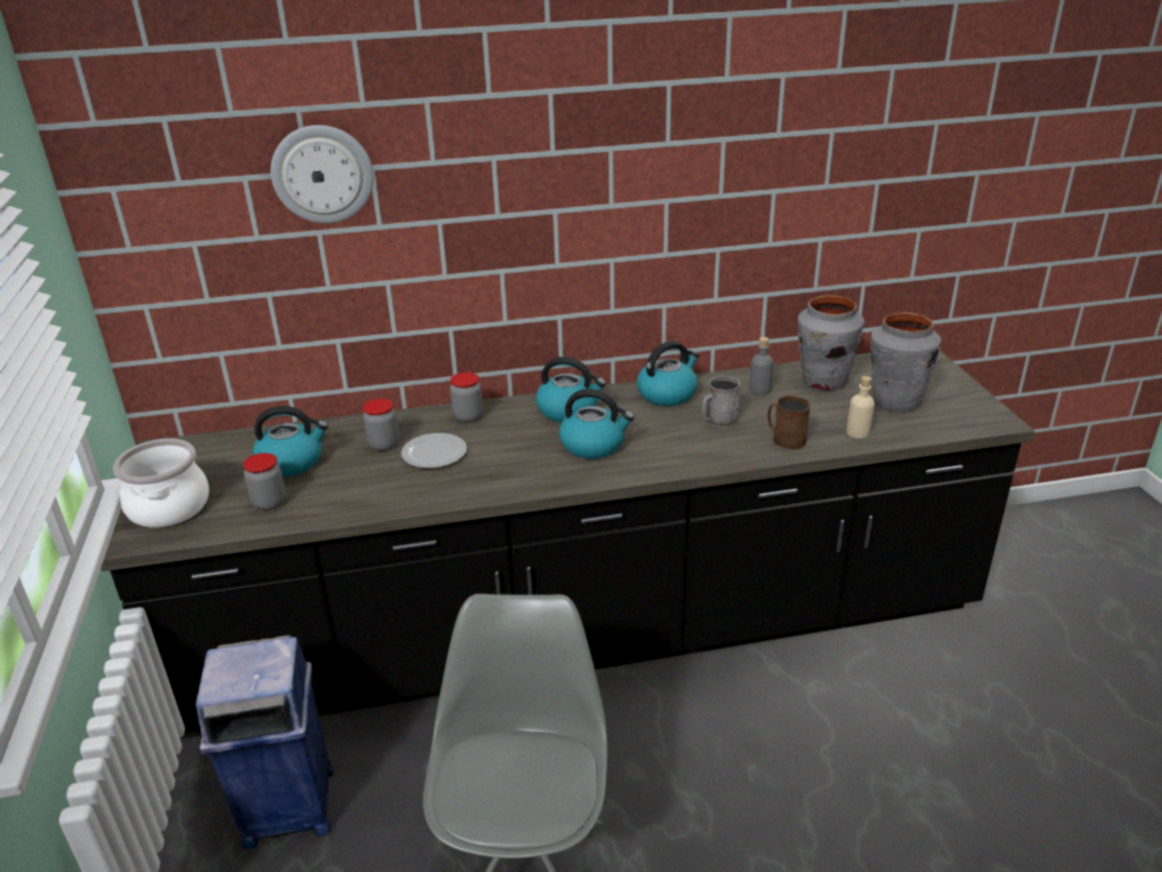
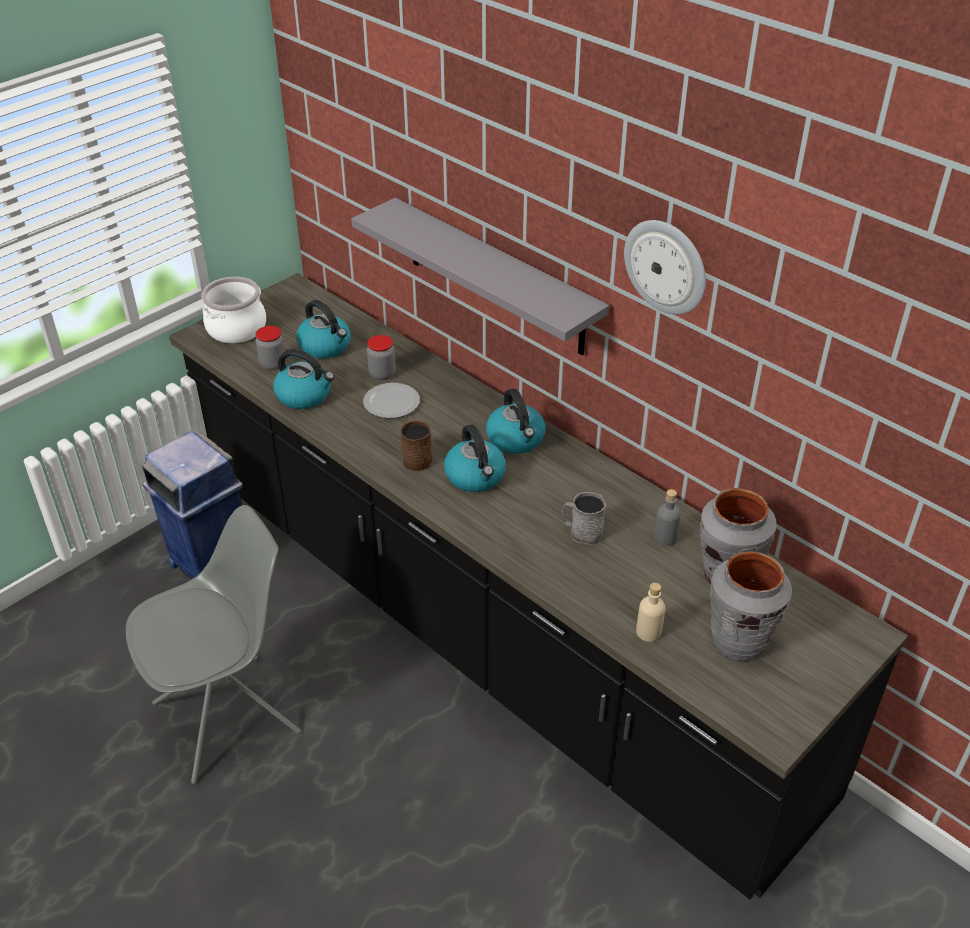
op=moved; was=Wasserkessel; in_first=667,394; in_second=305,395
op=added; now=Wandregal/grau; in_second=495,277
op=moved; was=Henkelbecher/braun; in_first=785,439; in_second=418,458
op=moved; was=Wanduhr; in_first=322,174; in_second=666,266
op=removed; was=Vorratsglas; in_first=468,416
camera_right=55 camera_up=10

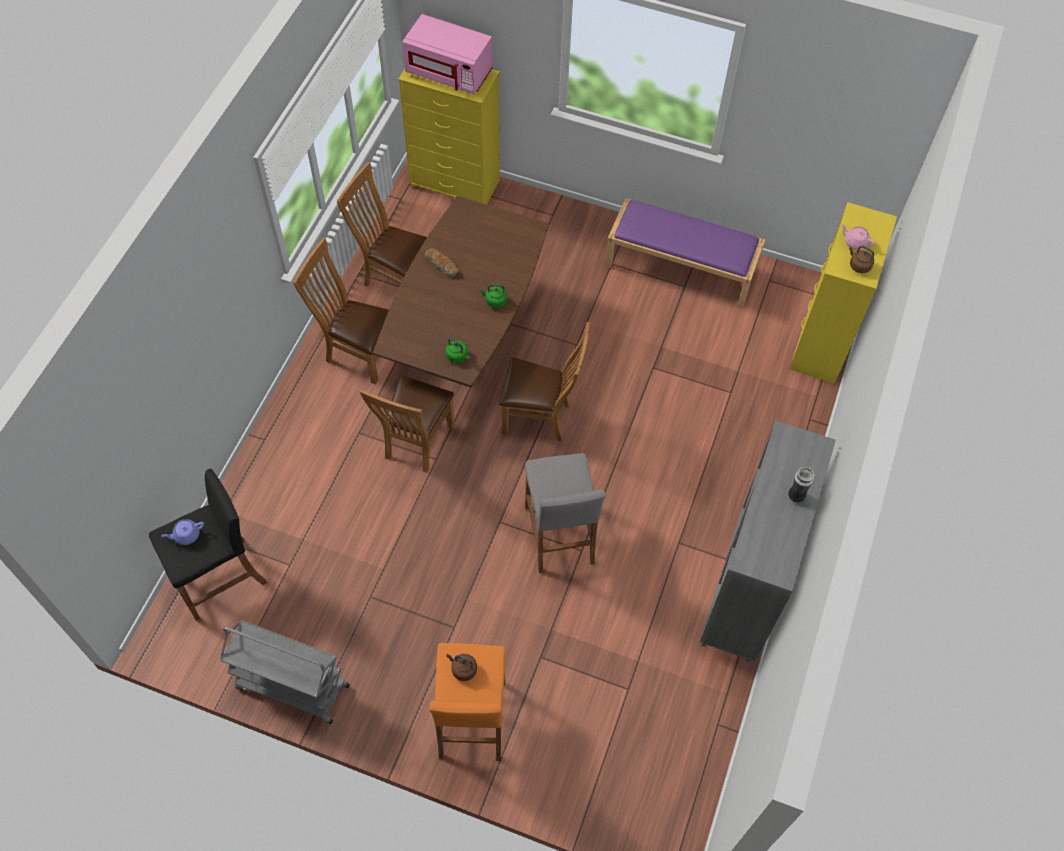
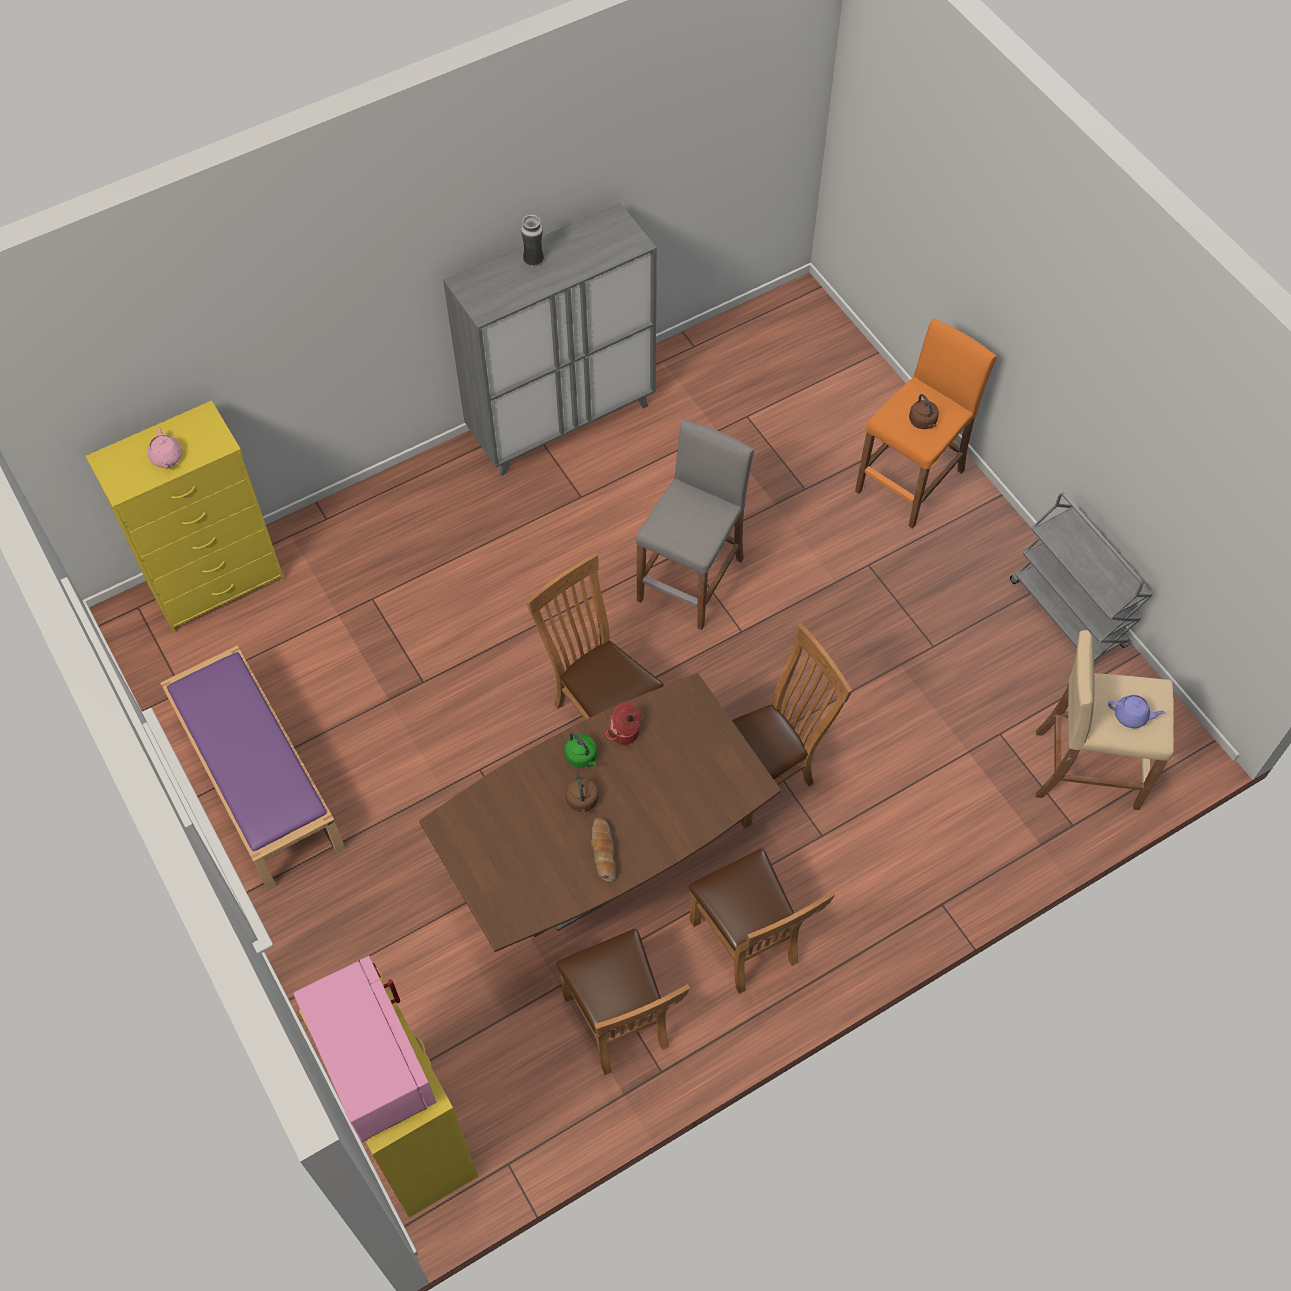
op=moved; was=Wasserkessel/braun; in_first=858,265; in_second=582,801
op=added; now=Kochtopf; in_second=625,732
op=recoloured; was=Hocker/schwarz; now=Hocker/beige; in_first=220,578; in_second=1086,769
op=removed; was=Wasserkessel/grün; in_first=458,356
camera_right=-140 camera_up=0

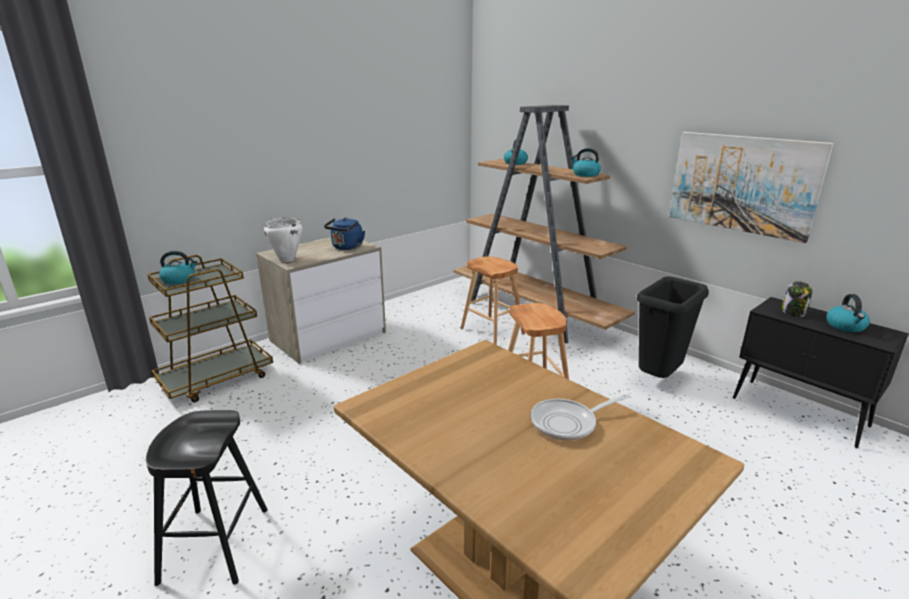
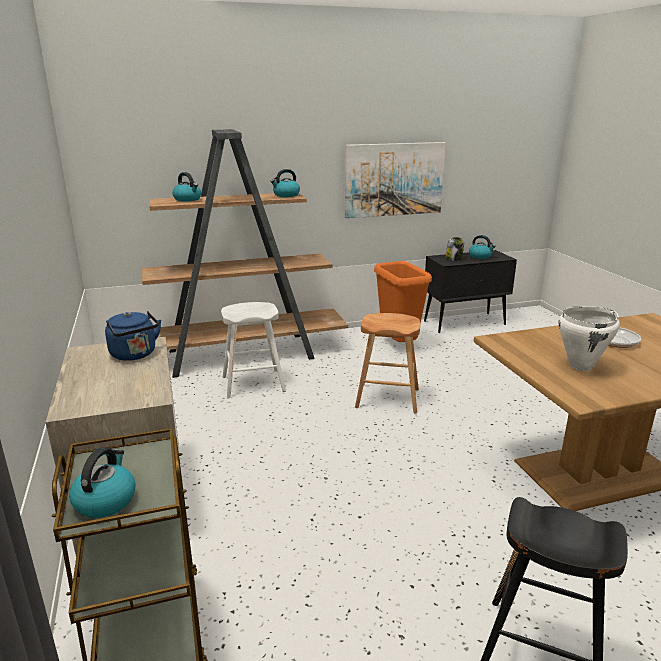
op=recoloured; was=Hocker/braun; now=Hocker/weiß; in_first=492,331; in_second=253,384
op=recoloured; was=Mülleimer/schwarz; now=Mülleimer/orange; in_first=659,379; in_second=399,345
op=moved; was=Kochtopf/weiß; in_first=287,259; in_second=581,366
camera_right=-65 camera_up=0

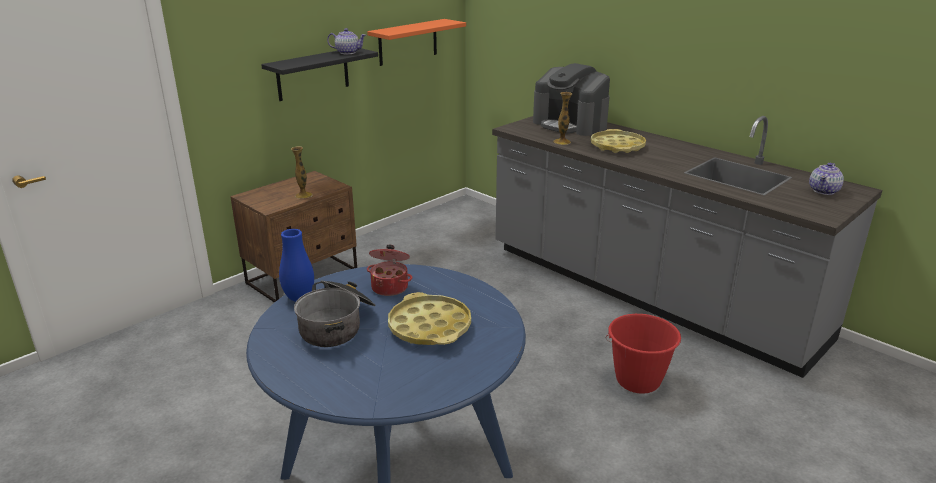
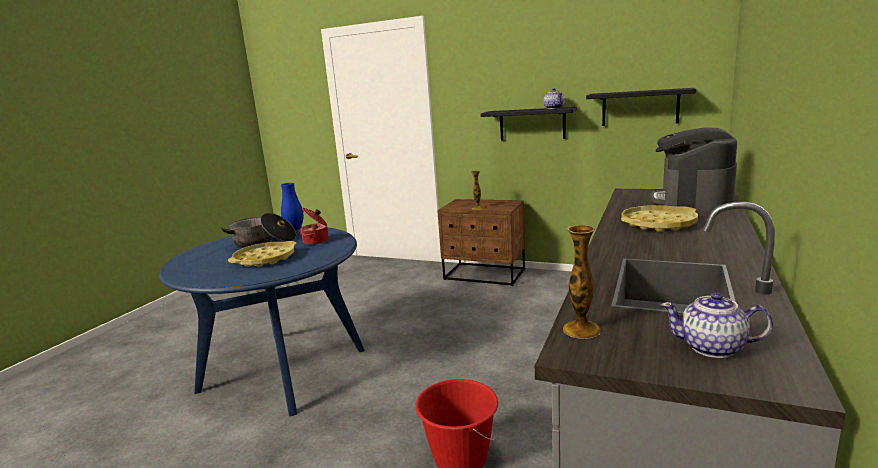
op=moved; was=Vase; in_first=562,142; in_second=581,329
op=recoloured; was=Wandregal/orange; now=Wandregal/schwarz; in_first=408,42; in_second=640,107
camera_right=70 camera_up=-10

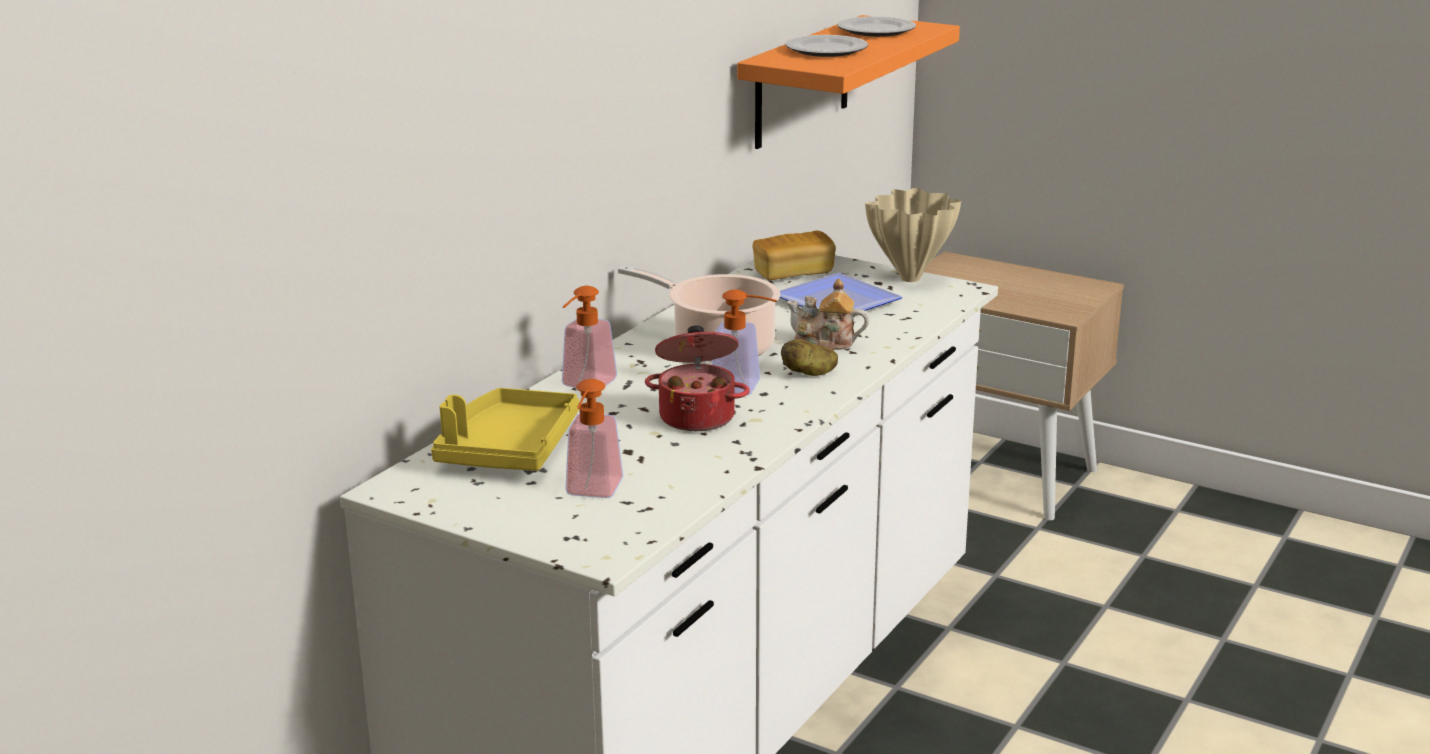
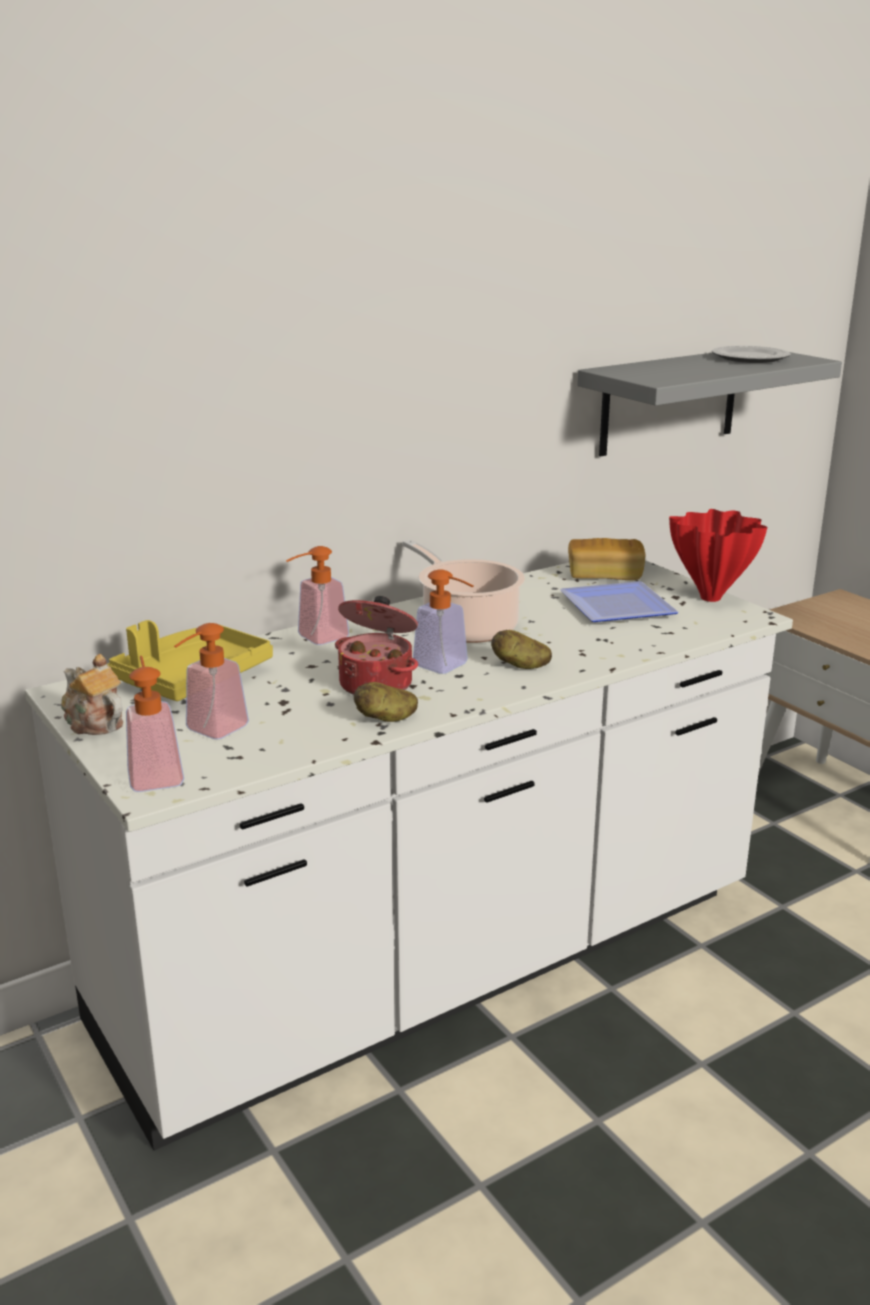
op=moved; was=Teekanne; in_first=825,342; in_second=93,723
op=added; now=Seifenspender; in_second=155,773
op=added; now=Kartoffel; in_second=386,718
op=recoloured; was=Wandregal/orange; now=Wandregal/grau; in_first=802,82; in_second=669,401
op=recoloured; was=Vase/beige; now=Vase/rot; in_first=912,278; in_second=712,598
op=removed; was=Teller; in_first=827,50
camera_right=25 camera_up=0

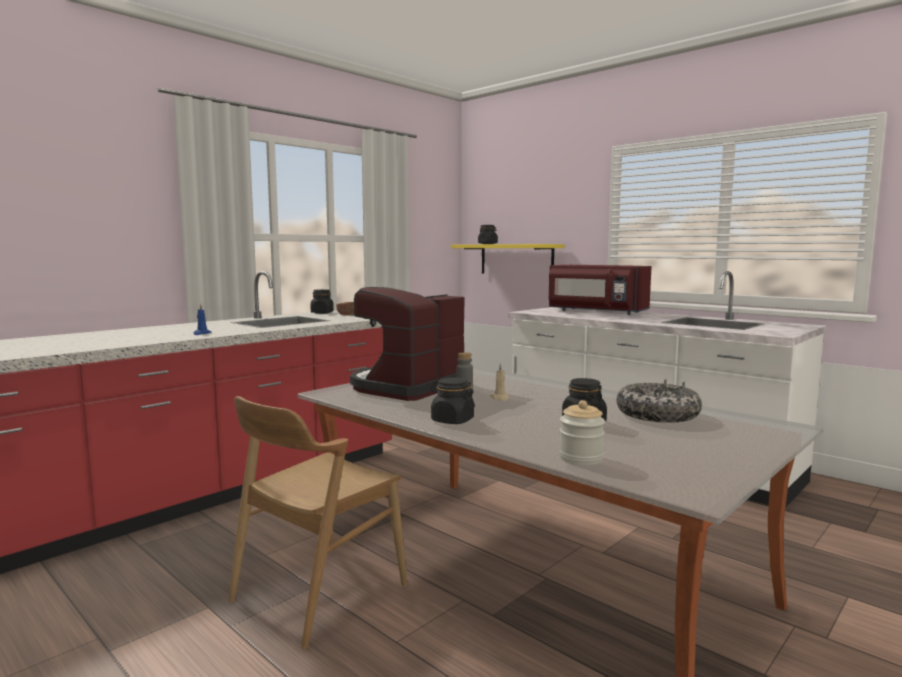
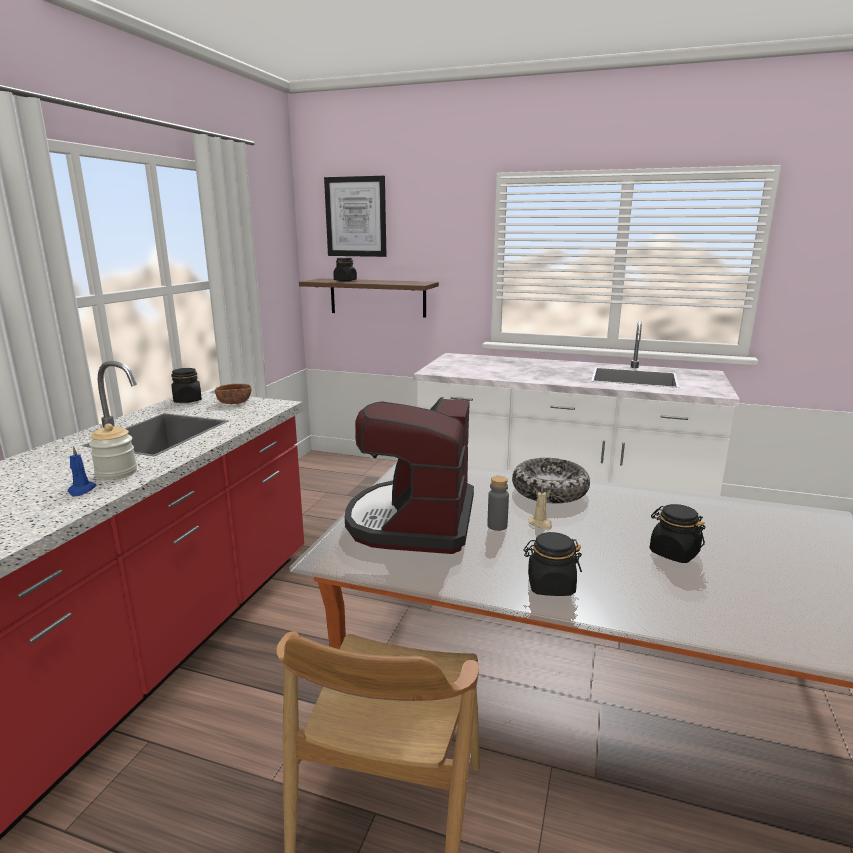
op=moved; was=Vorratsglas; in_first=581,458; in_second=116,473
op=recoloured; was=Wandregal/gelb; now=Wandregal/braun; in_first=516,259; in_second=377,297
op=added; now=Bild; in_second=356,217
op=moved; was=Schüssel; in_first=657,415; in_second=549,491
op=removed; was=Mikrowelle/rot; in_first=595,312
camera_right=-25 camera_up=10

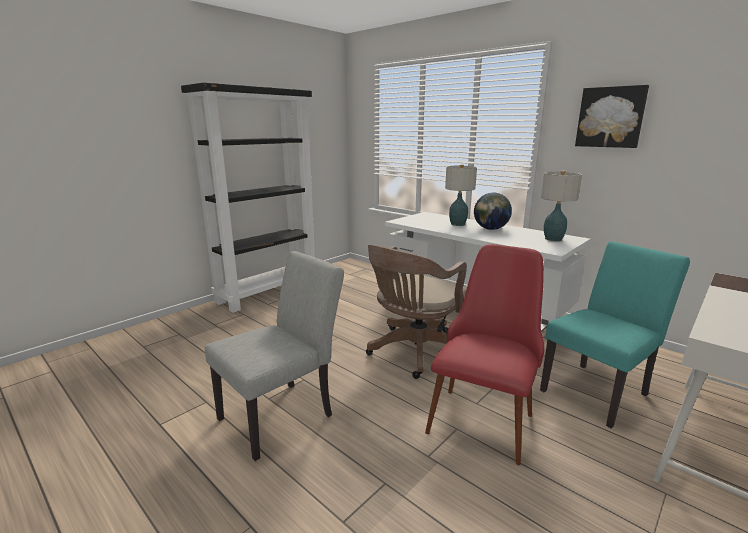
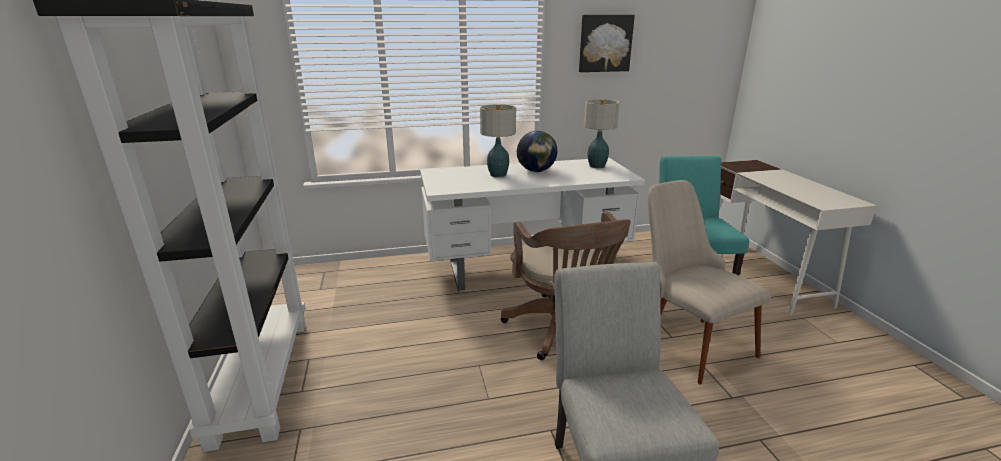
op=recoloured; was=Stuhl/rot; now=Stuhl/beige; in_first=484,412; in_second=686,339
camera_right=-55 camera_up=5

